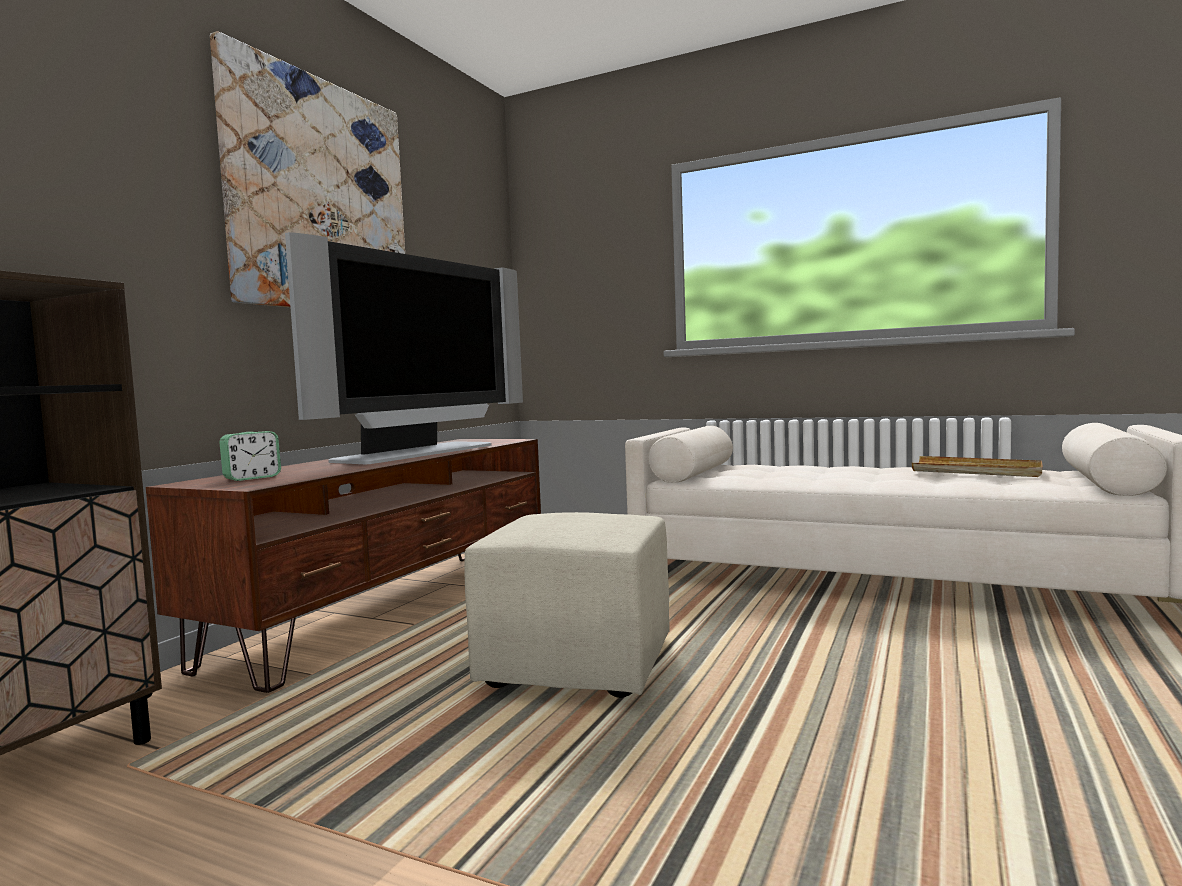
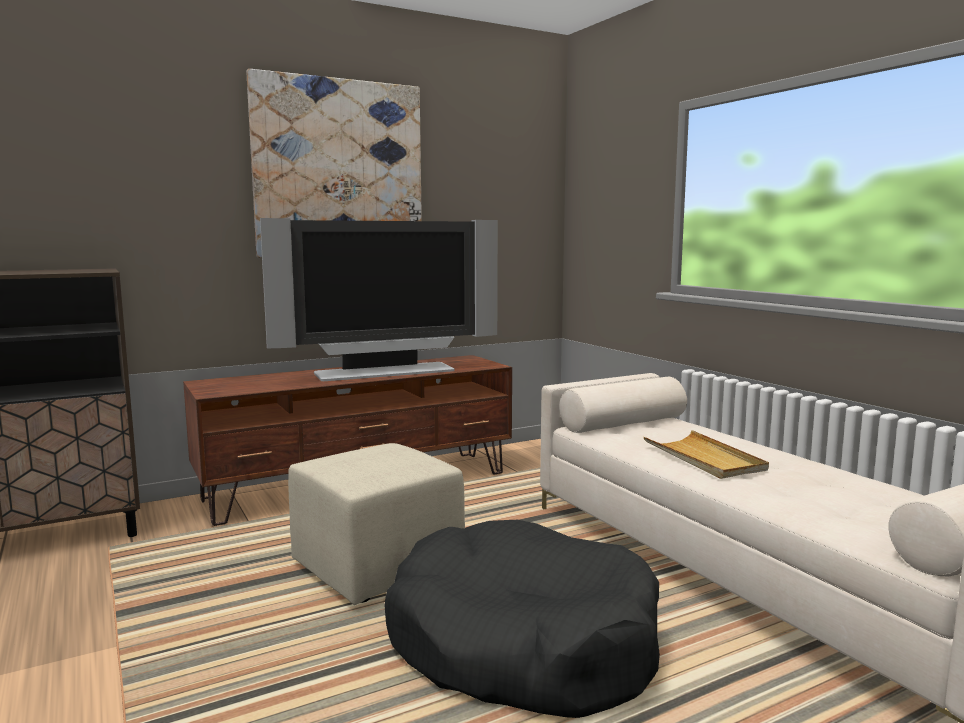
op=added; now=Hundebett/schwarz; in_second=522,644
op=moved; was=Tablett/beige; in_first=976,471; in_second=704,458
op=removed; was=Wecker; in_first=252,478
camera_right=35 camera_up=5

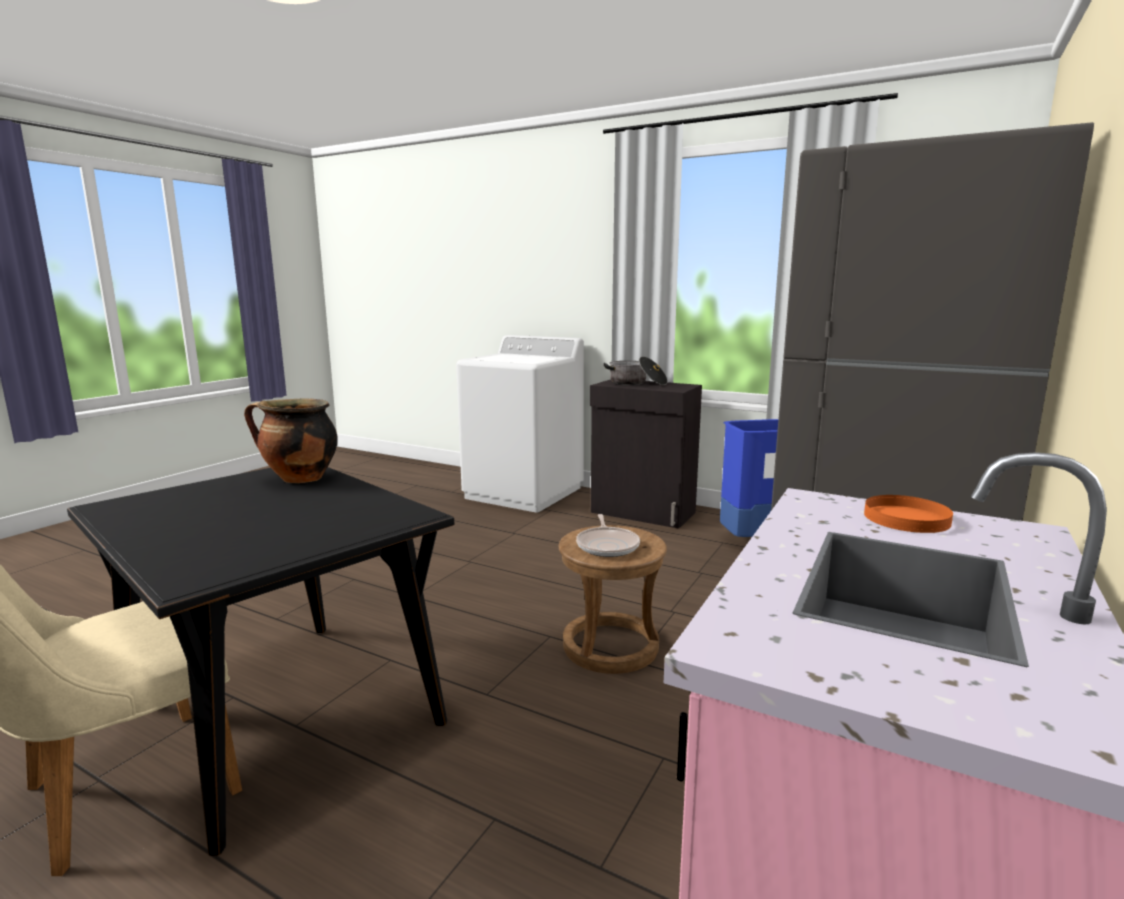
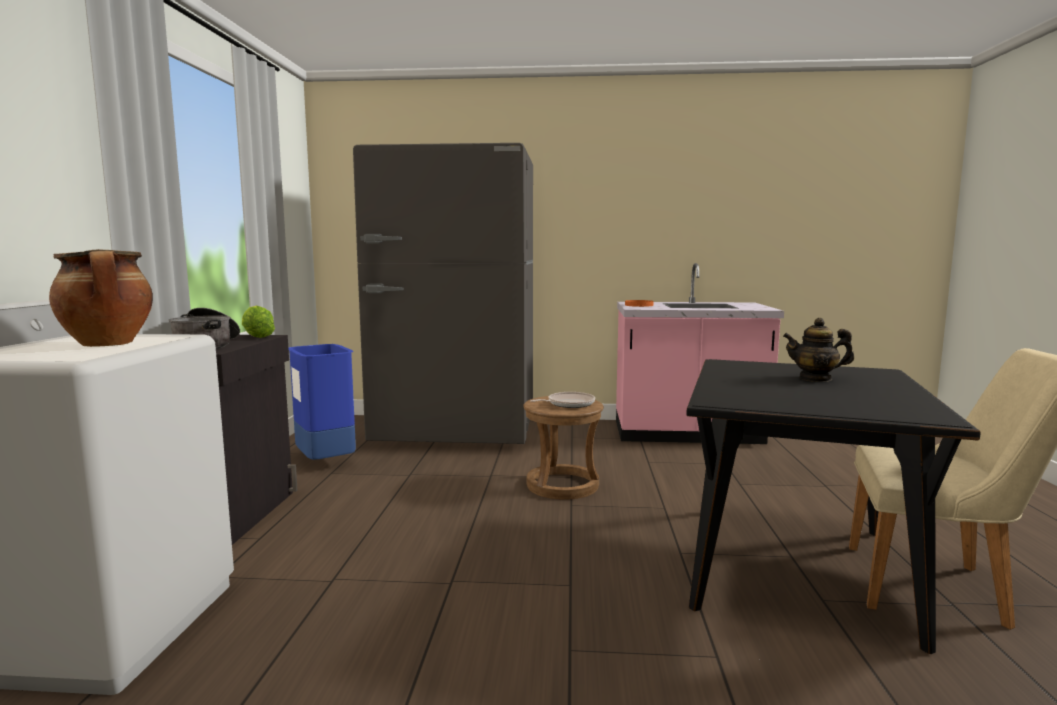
op=moved; was=Kochtopf; in_first=299,479; in_second=109,344
op=added; now=Salatkopf; in_second=257,336
op=added; now=Teekanne; in_second=815,379
camera_right=-115 camera_up=-5

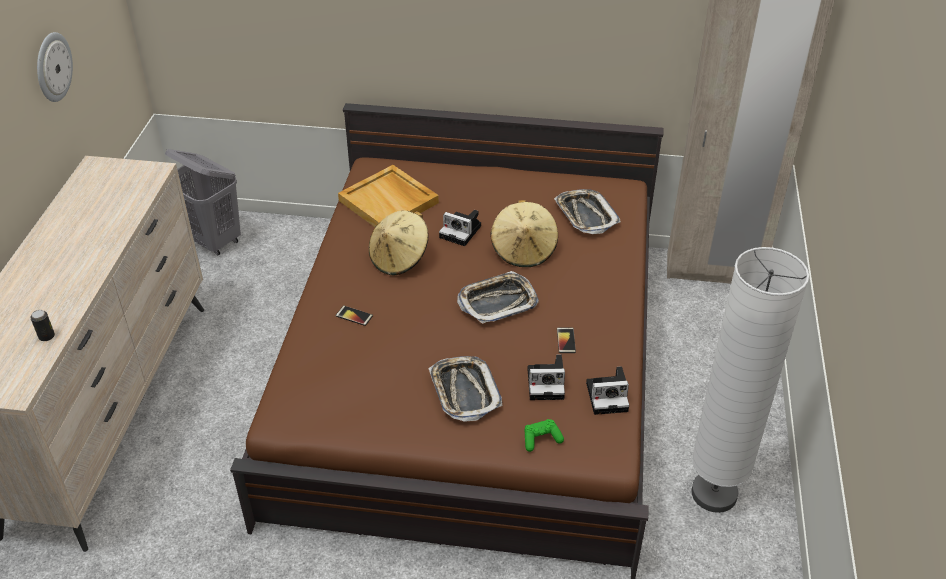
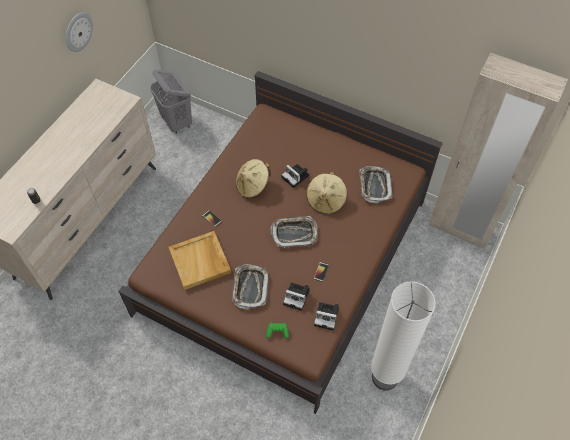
op=moved; was=Tablett/beige; in_first=389,202; in_second=200,261
camera_right=20 camera_up=15

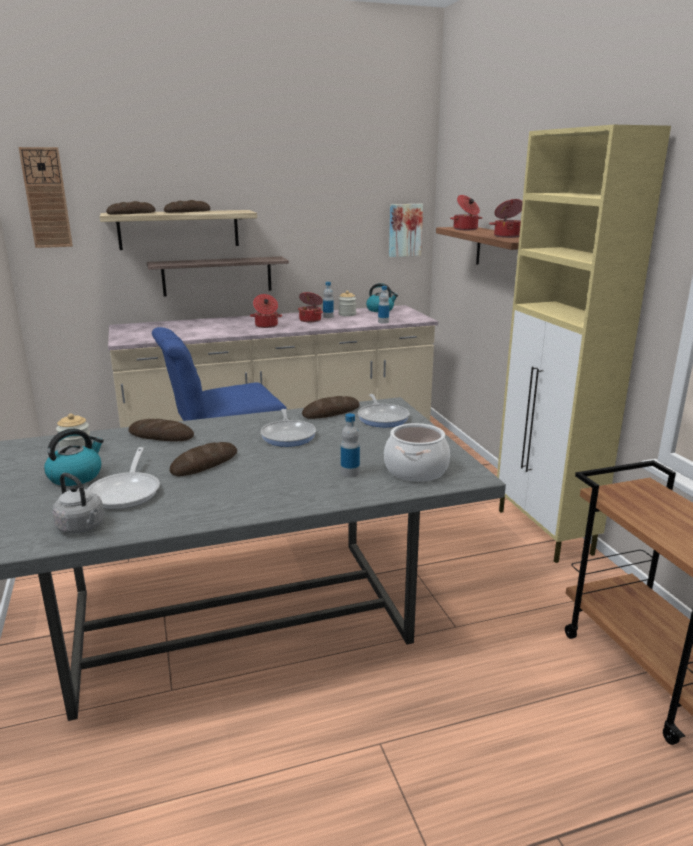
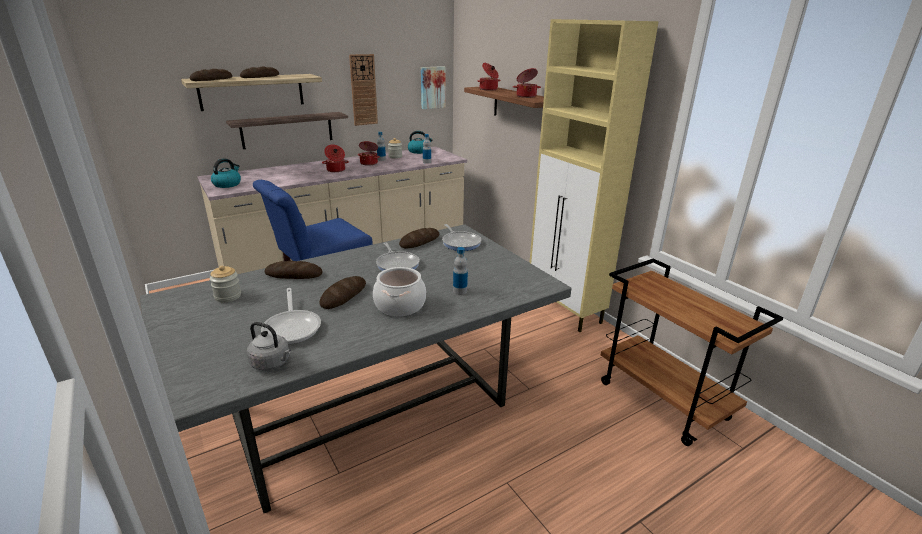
op=moved; was=Wasserkessel; in_first=76,476; in_second=227,184
op=moved; was=Wanduhr; in_first=46,198; in_second=363,90
op=moved; was=Kochtopf; in_first=416,470; in_second=400,305
camera_right=-15 camera_up=5

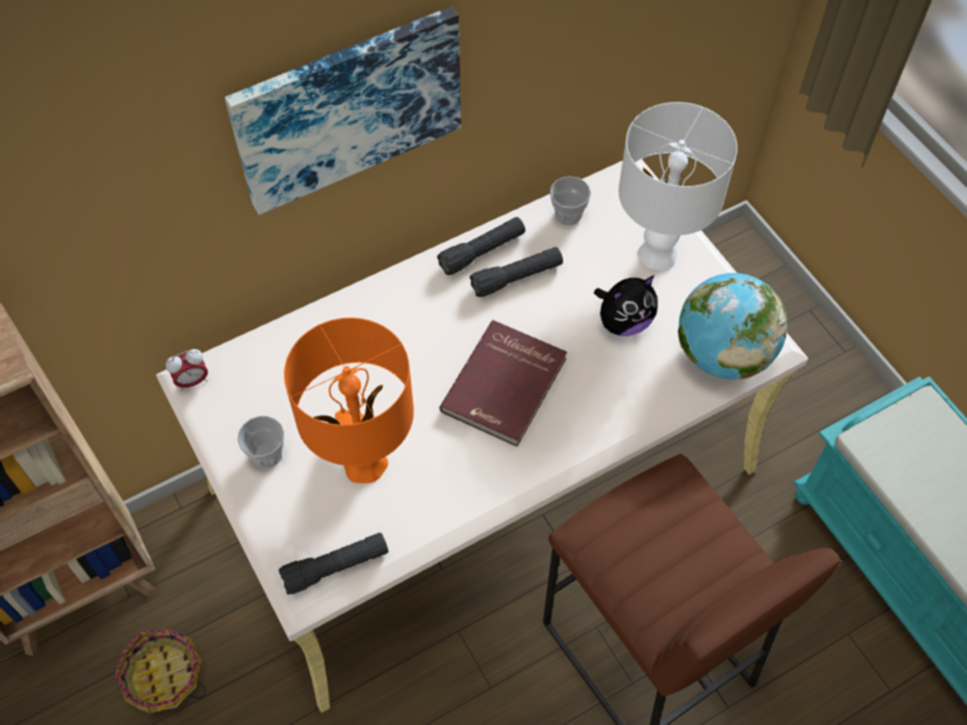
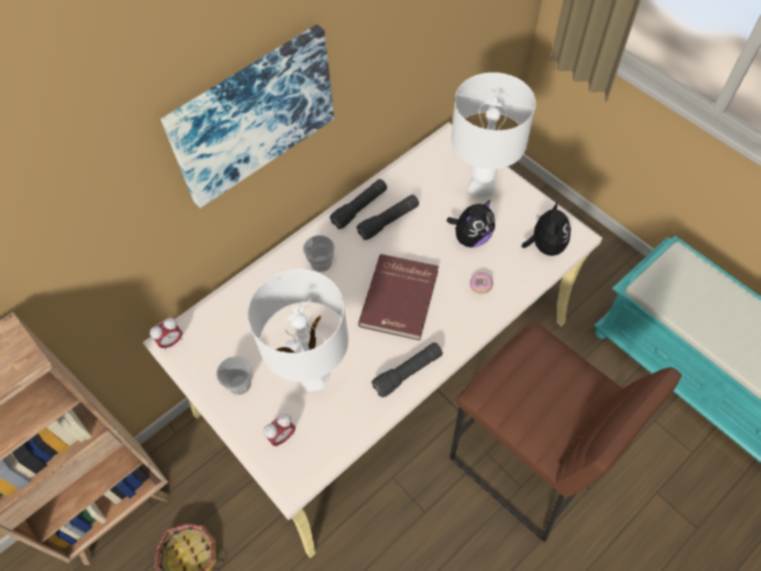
op=recoloured; was=Tischlampe/orange; now=Tischlampe/weiß; in_first=364,462; in_second=313,375
op=added; now=Wecker; in_second=282,436
op=moved; was=Tasse; in_first=568,214; in_second=321,263
op=moved; was=Taschenlampe/schwarz; in_first=336,567; in_second=408,372
op=added; now=Donut; in_second=480,285
op=replaced; was=Globus; now=Plüschtier; in_first=722,354; in_second=545,246
camera_right=-10 camera_up=0

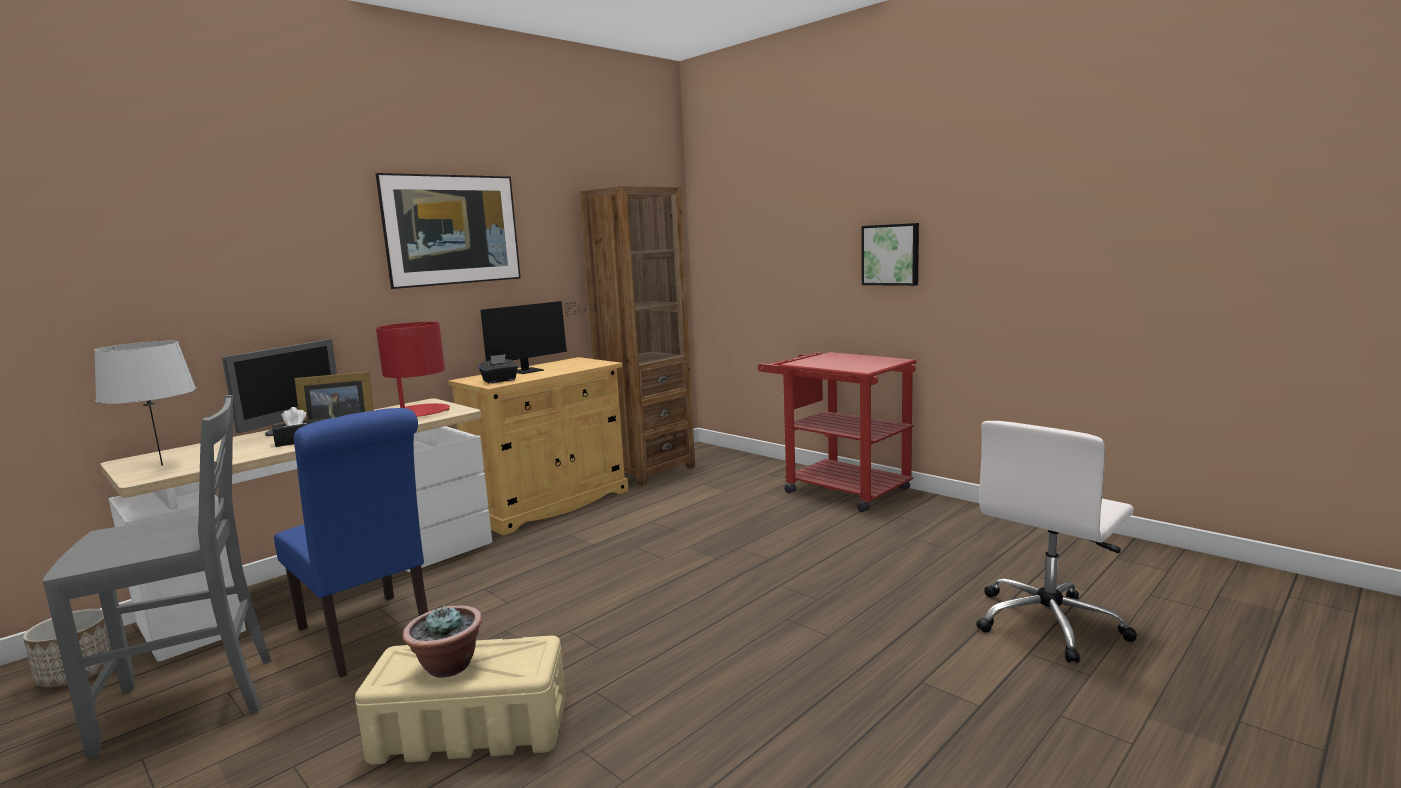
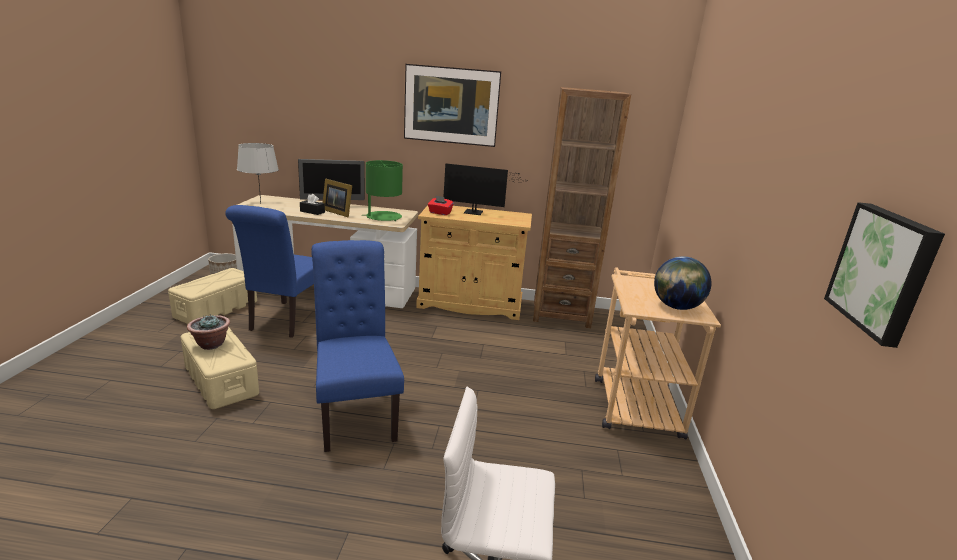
op=replaced; was=Stuhl/grau; now=Aufbewahrungsbox/beige; in_first=193,702; in_second=216,309
op=added; now=Stuhl/blau; in_second=355,412
op=recoloured; was=Tischlampe/rot; now=Tischlampe/grün; in_first=419,413; in_second=383,217
op=recoloured; was=Taschentuchbox/schwarz; now=Taschentuchbox/rot; in_first=499,380; in_second=440,213
op=recoloured; was=Rollwagen/rot; now=Rollwagen/beige; in_first=837,488; in_second=634,401
op=added; now=Globus; in_second=676,307
op=moved; was=Bild; in_first=891,254; in_second=883,271
camera_right=50 camera_up=10

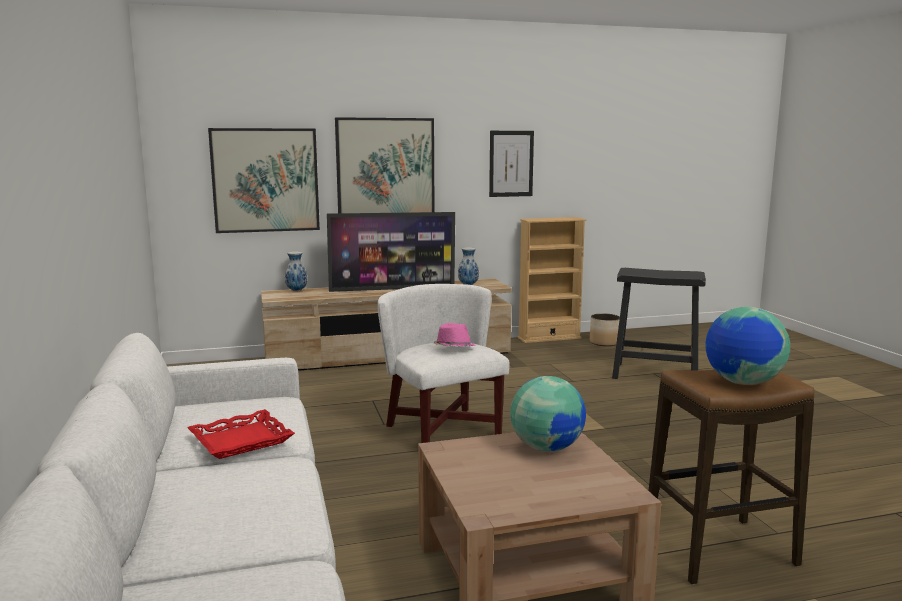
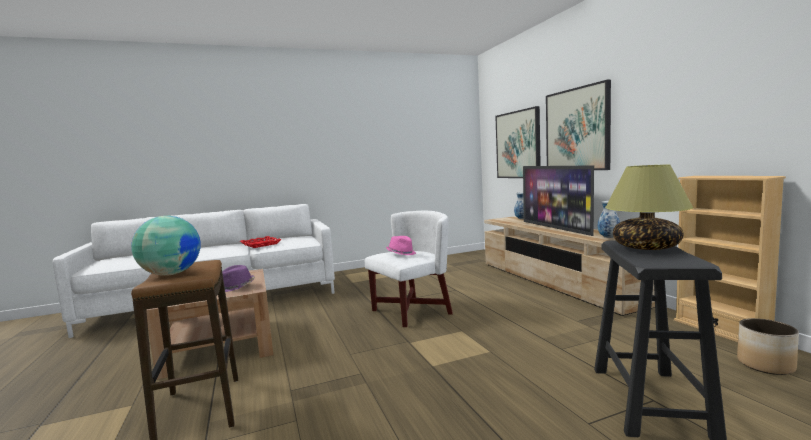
op=replaced; was=Globus; now=Hut/lila; in_first=546,448; in_second=236,287
op=added; now=Tischlampe; in_second=647,247
op=removed; was=Bild; in_first=511,163
camera_right=85 camera_up=-5

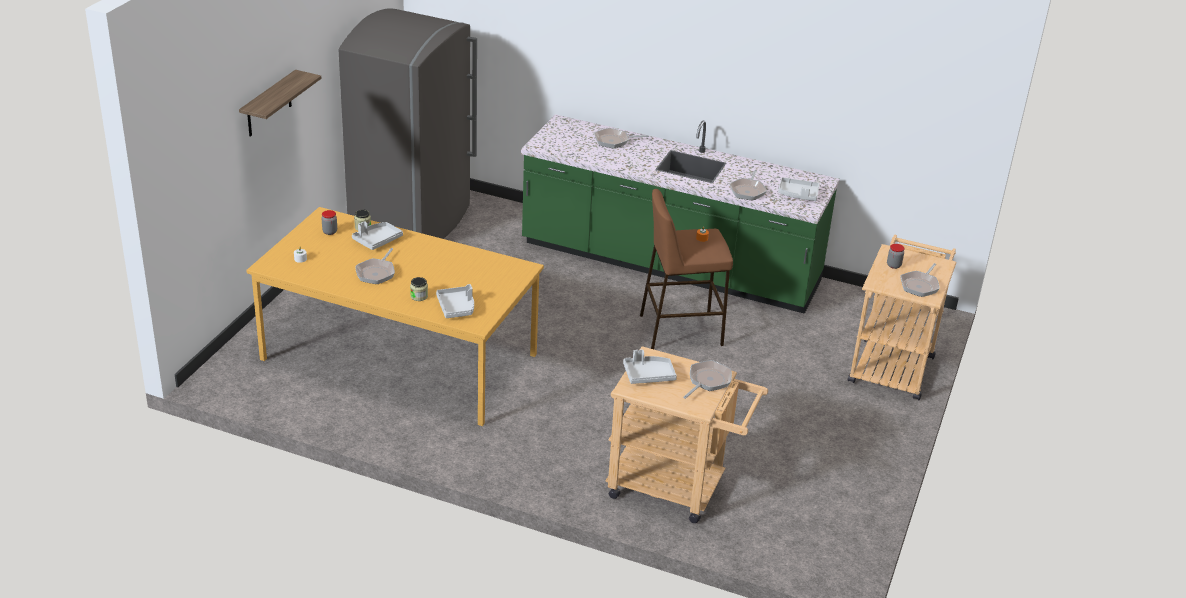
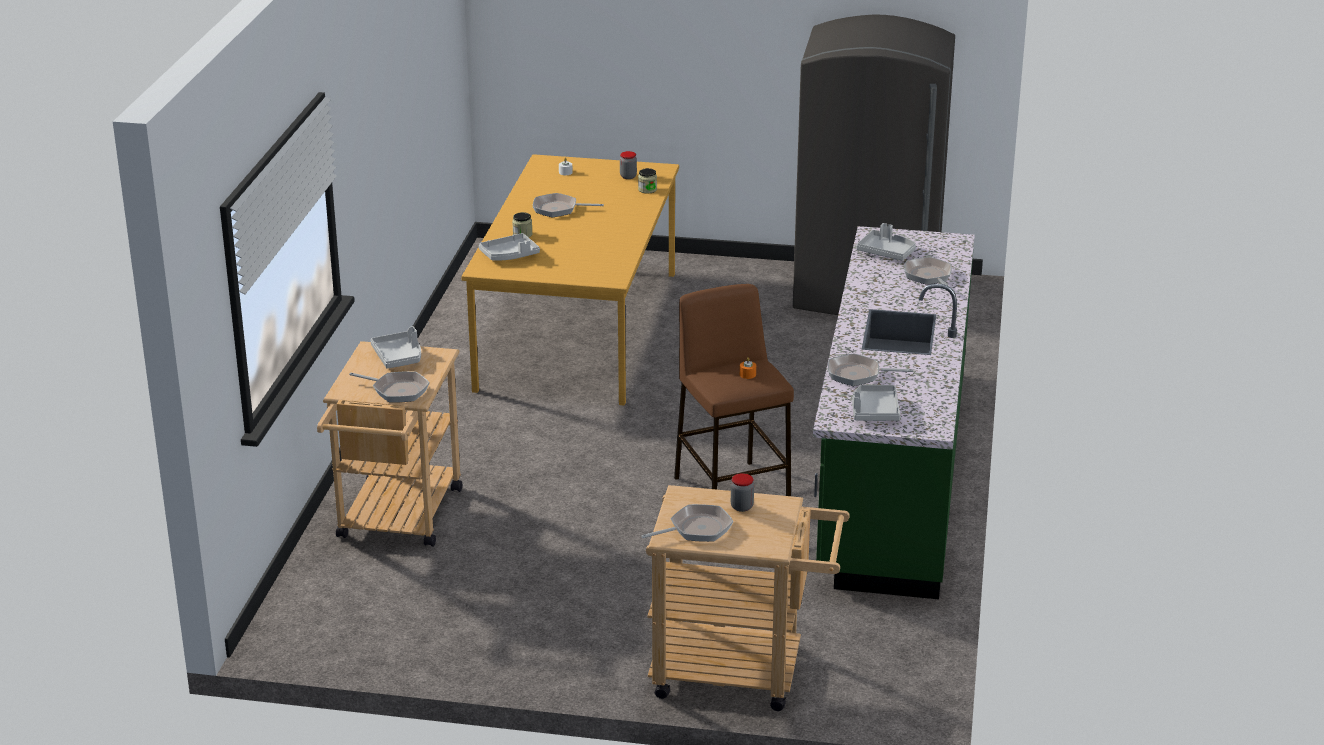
op=turned; was=Pfanne; in_first=920,285; in_second=696,529; clockwise=135
op=moved; was=Tablett/grau; in_first=377,240; in_second=886,252
op=removed; was=Wandregal; in_first=269,104
camera_right=80 camera_up=-5

